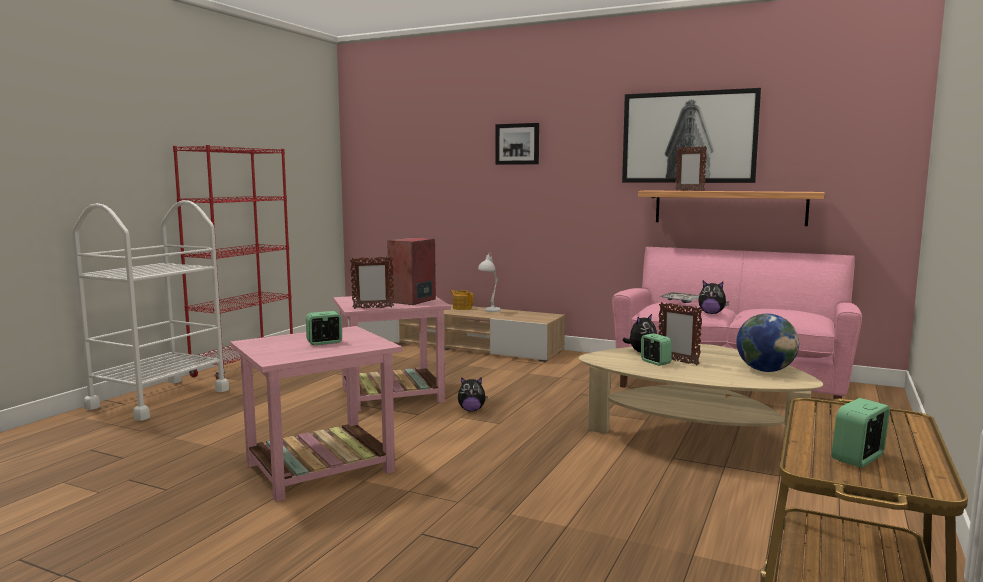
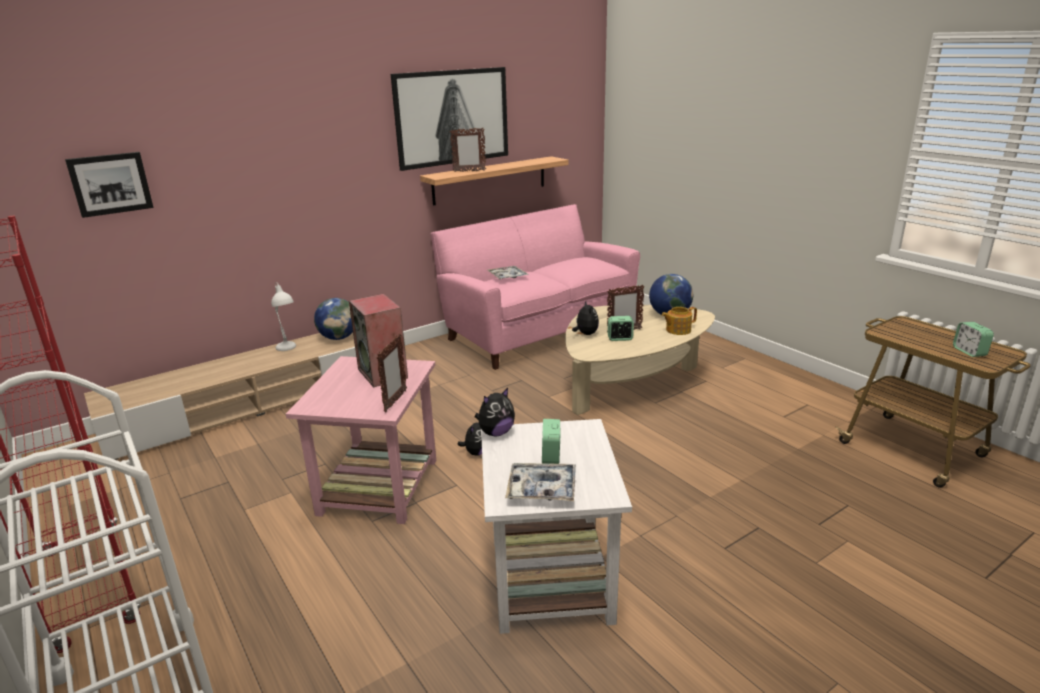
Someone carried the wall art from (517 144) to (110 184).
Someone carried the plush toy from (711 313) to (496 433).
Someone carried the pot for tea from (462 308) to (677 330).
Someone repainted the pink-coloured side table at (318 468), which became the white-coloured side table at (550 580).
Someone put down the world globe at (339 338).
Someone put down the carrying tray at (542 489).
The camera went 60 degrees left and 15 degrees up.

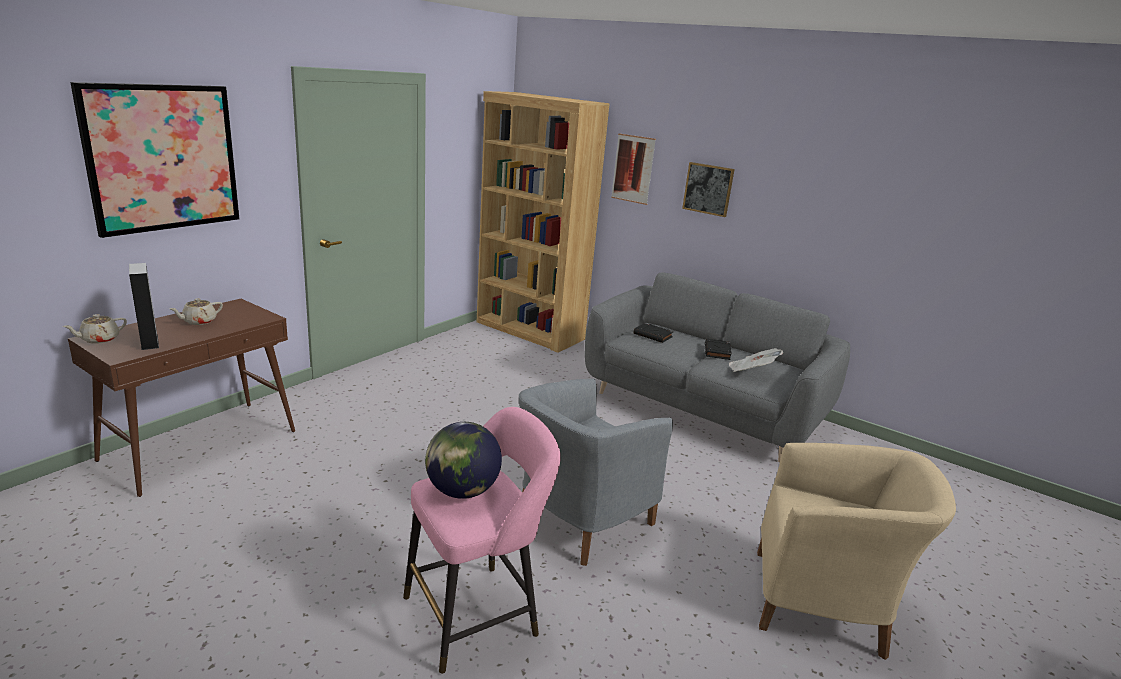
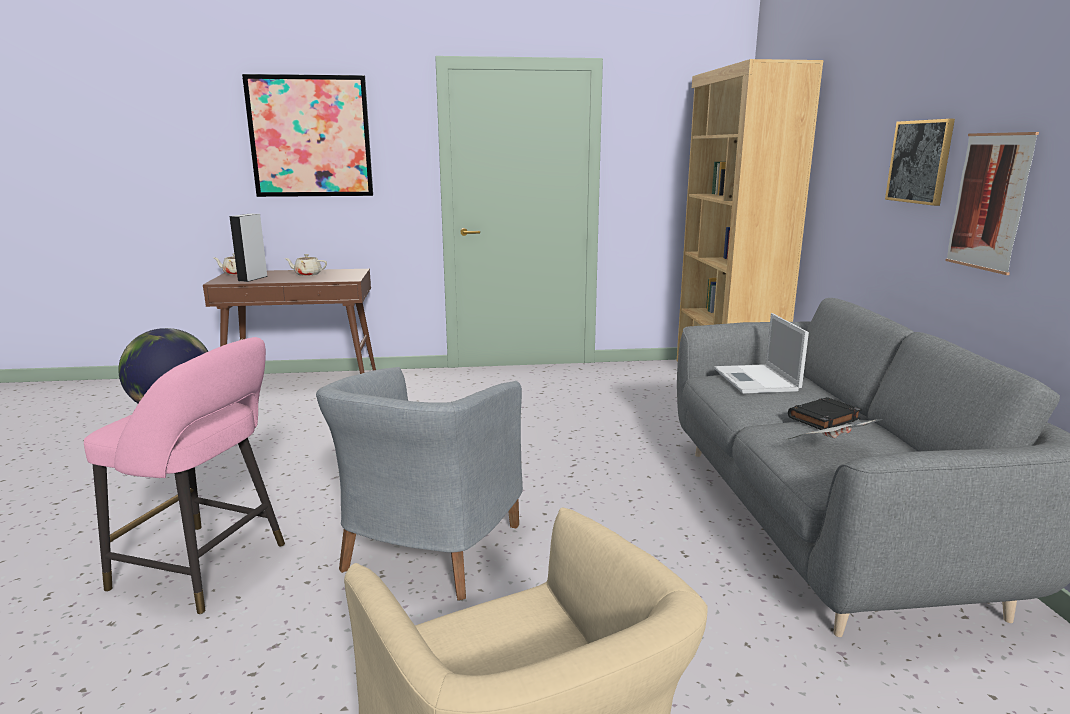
Someone carried the wall art from (633 169) to (989 202).
Someone swapped the black volume at (653 335) for the notebook computer at (757 380).
Someone rotated the gray easy chair at (579 520) by 75 degrees counterclockwise.
The camera went 50 degrees right and 5 degrees down.

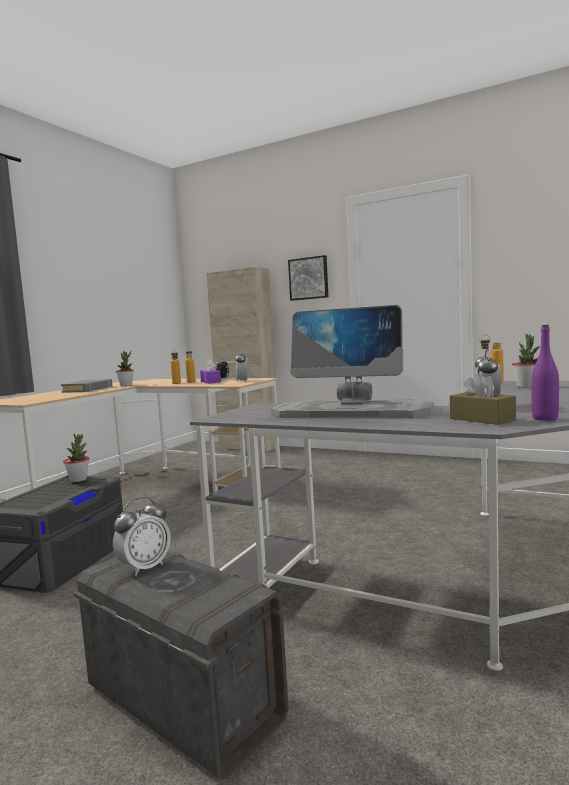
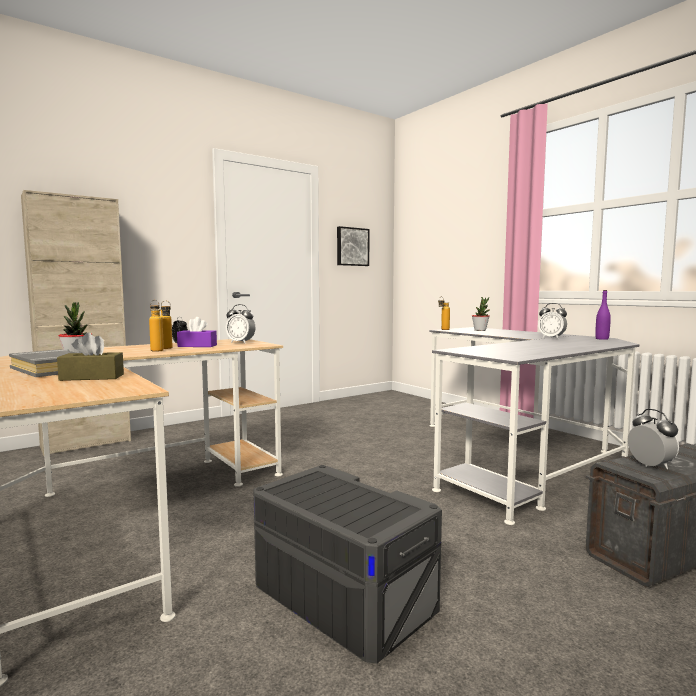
Someone carried the wall art from (309 278) to (352 247).
Someone took away the computer display at (352 412).
Someone carried the brown-coloured box of tissues from (482 419) to (92 377).
Someone took away the houseplant at (78 480).
The camera went 65 degrees left and 0 degrees up.

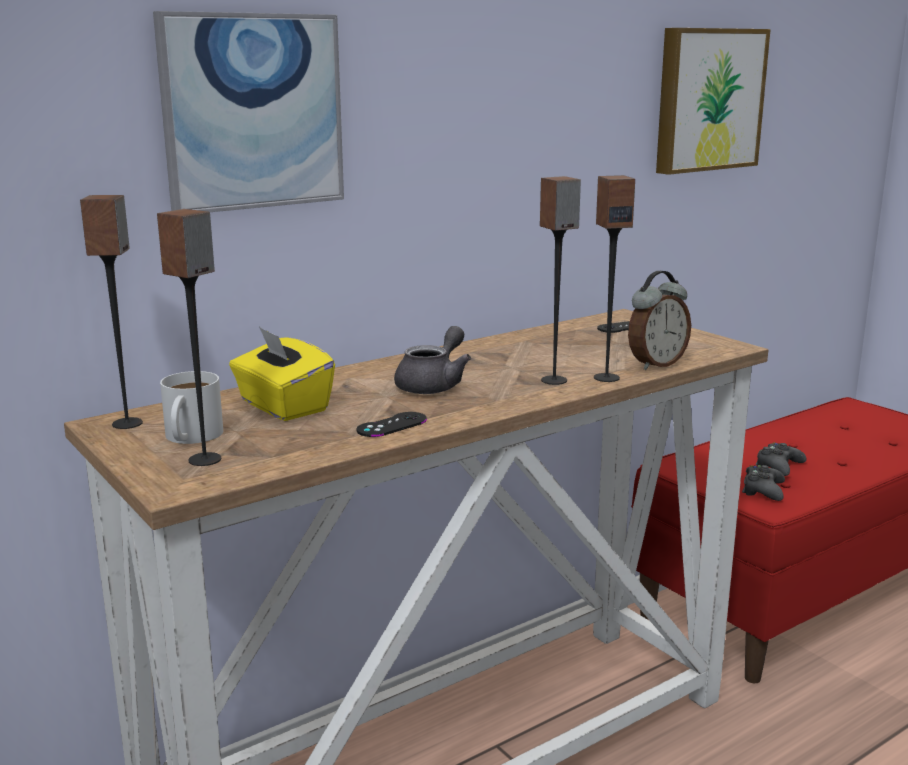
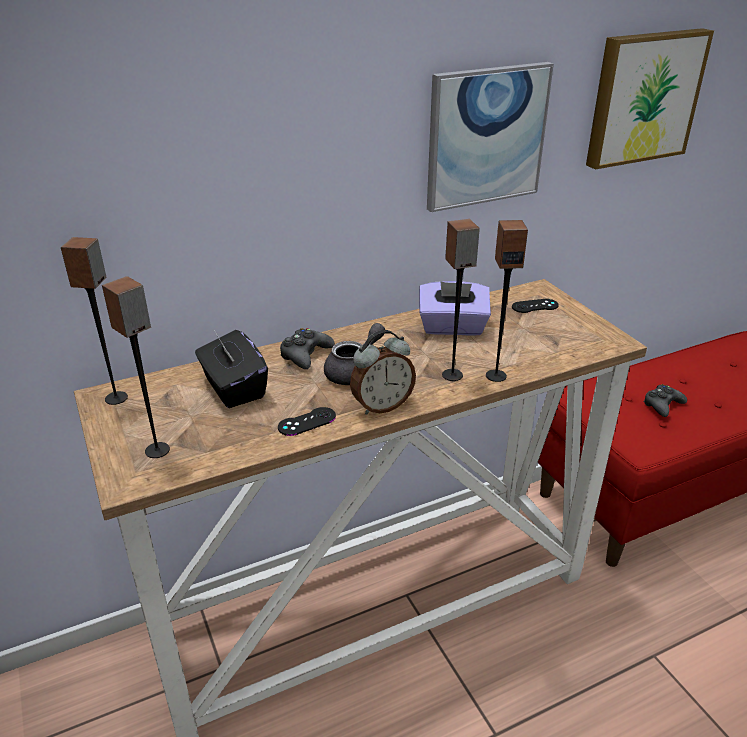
Someone carried the wall art from (252 112) to (486 136).
Someone carried the table clock from (655 364) to (381 405).
Someone repainted the yellow box of tissues at (282 406), which became the black box of tissues at (233 388).
Someone took away the white-coloured coffee mug at (190 437).
Someone carried the black joypad from (763 490) to (305 355).
Someone put down the purple box of tissues at (452 327).
The camera went 10 degrees right and 15 degrees up.

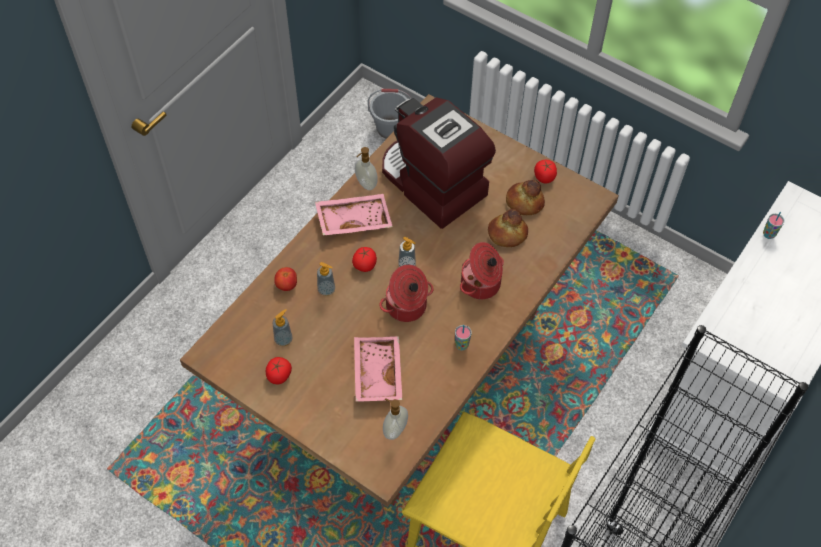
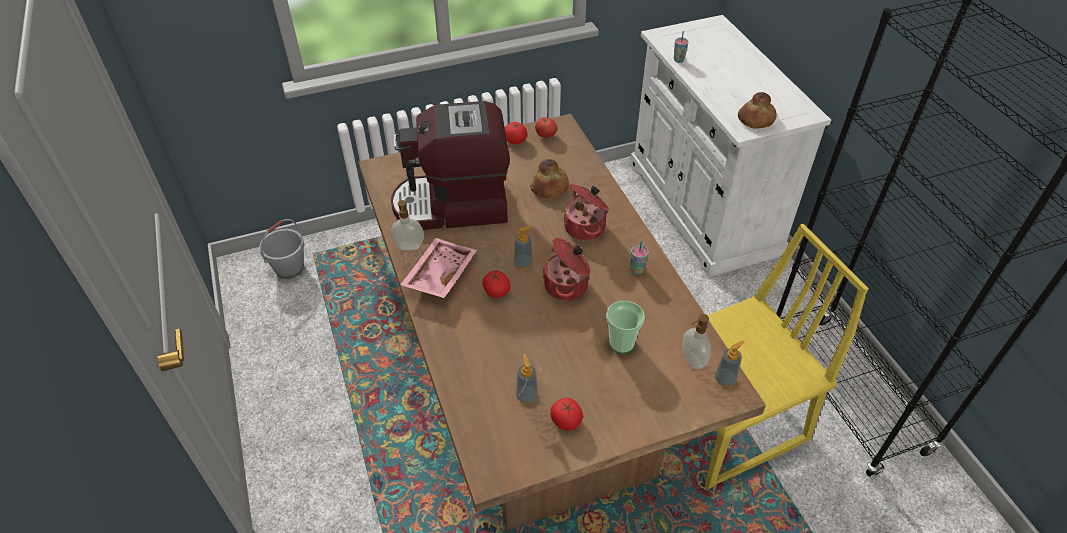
Someone carried the bread from (524 202) to (756 120).
Someone carried the soap bottle from (326 290) to (725 379).
Someone carried the fresh tomato from (286 285) to (545 136).
Someone swapped the pink-coloured carrying tray at (376 373) for the drinking cup at (621 343).
The camera went 55 degrees left and 10 degrees down.

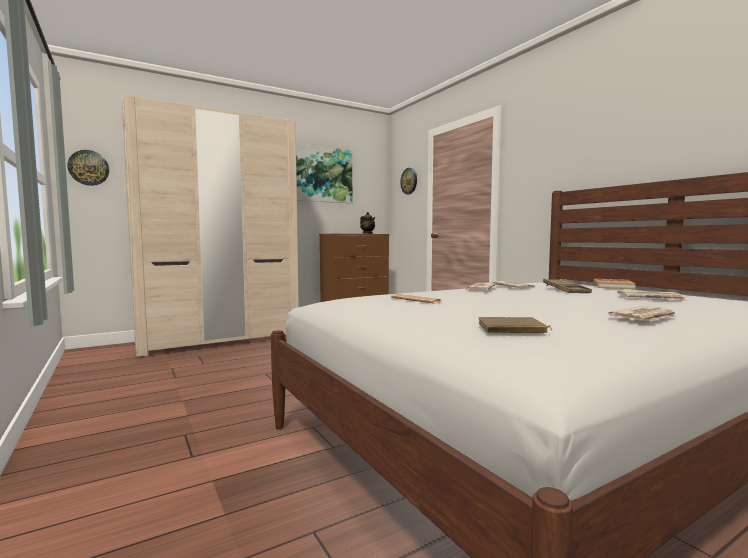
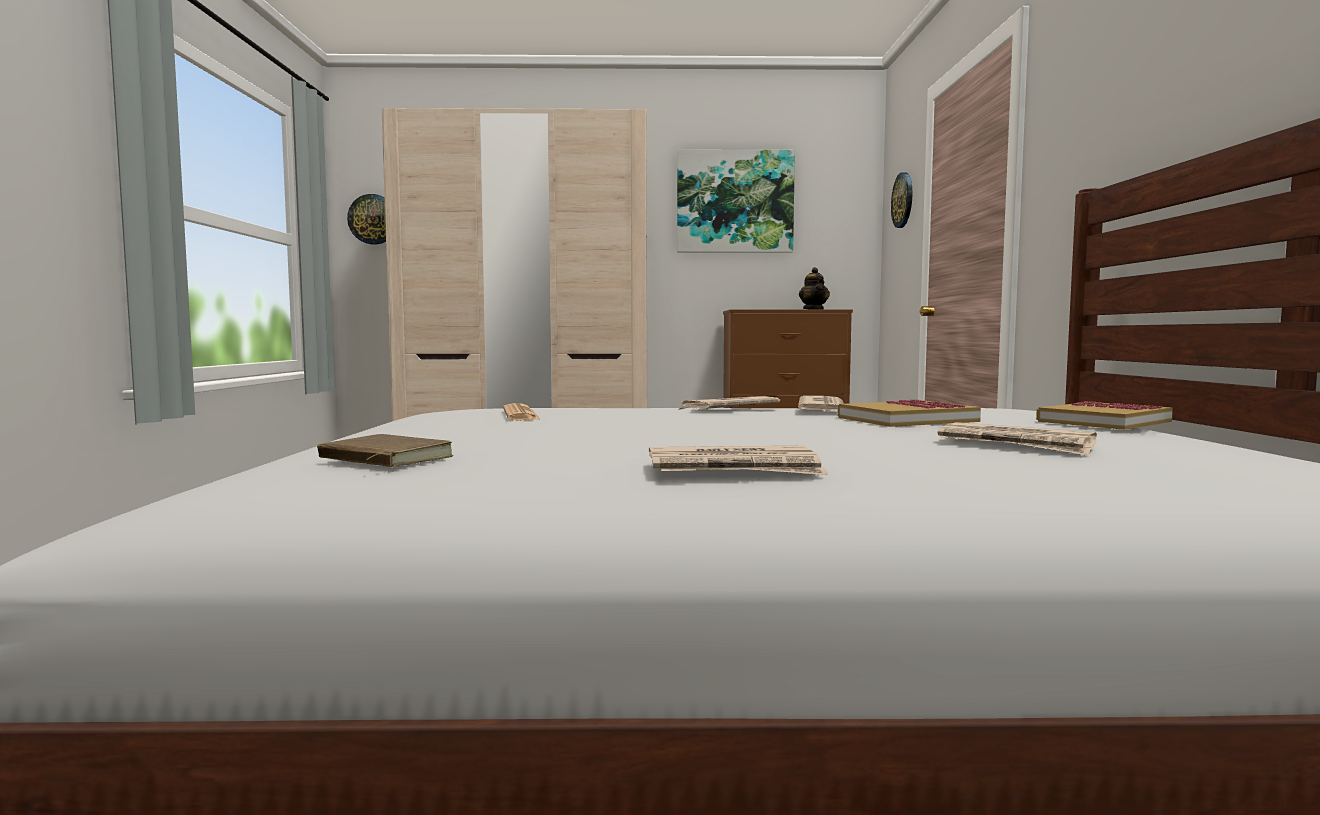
Someone swapped the brown-coloured carrying tray at (565 290) for the volume at (907 419).
The camera went 30 degrees right and 0 degrees up.

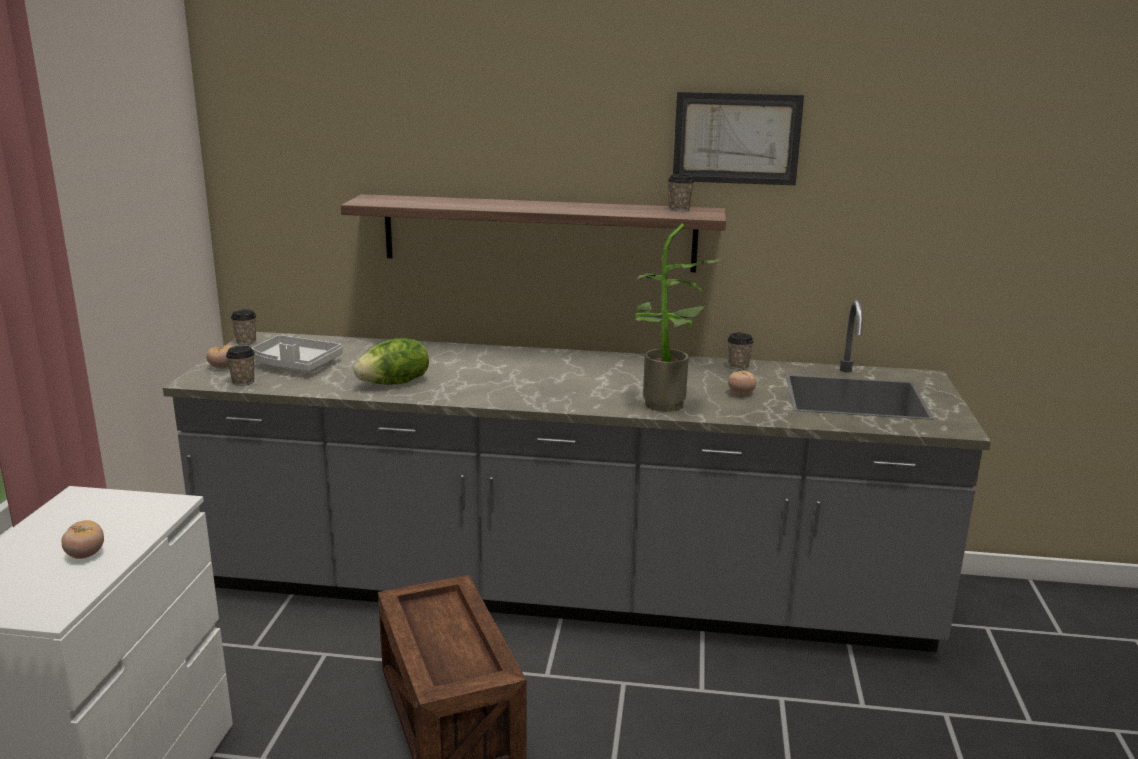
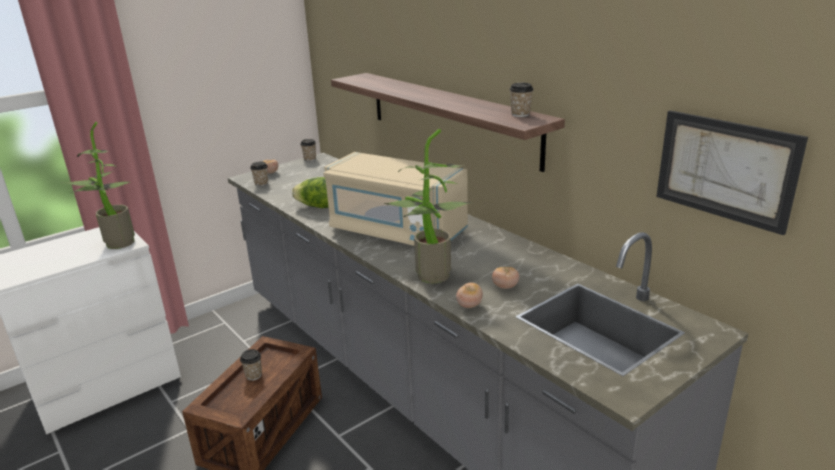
Someone carried the wall art from (736 138) to (725 169).
Someone carried the drinking cup from (738 366) to (253 375).
Someone took away the gray carrying tray at (295 365).
Someone carried the fresh tomato from (85 555) to (469 305).
Someone put down the houseplant at (115 244).
Someone put down the sand-coloured kitchen microwave at (395 231).
The camera went 45 degrees right and 5 degrees up.

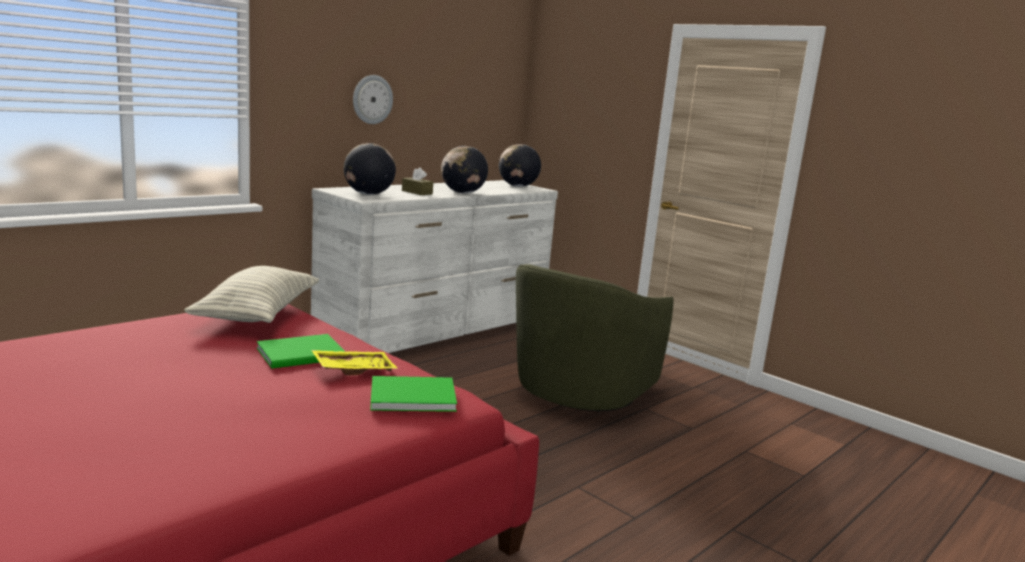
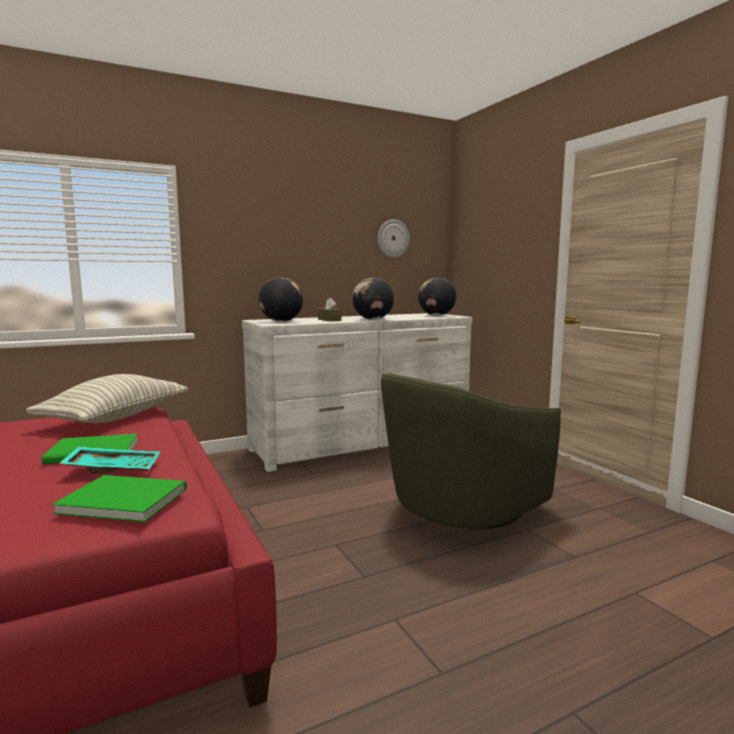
Someone carried the wall clock from (372 99) to (393 238).
Someone repainted the yellow carrying tray at (353 369), which became the turquoise-coloured carrying tray at (114 468).
The camera went 20 degrees right and 5 degrees down.

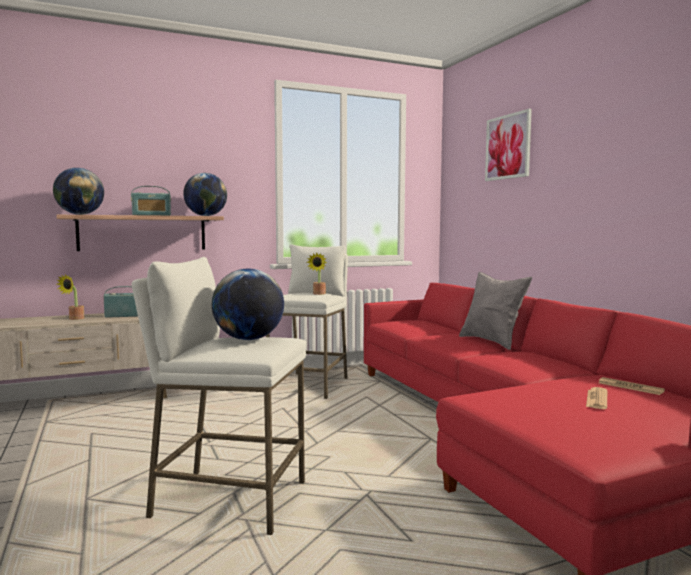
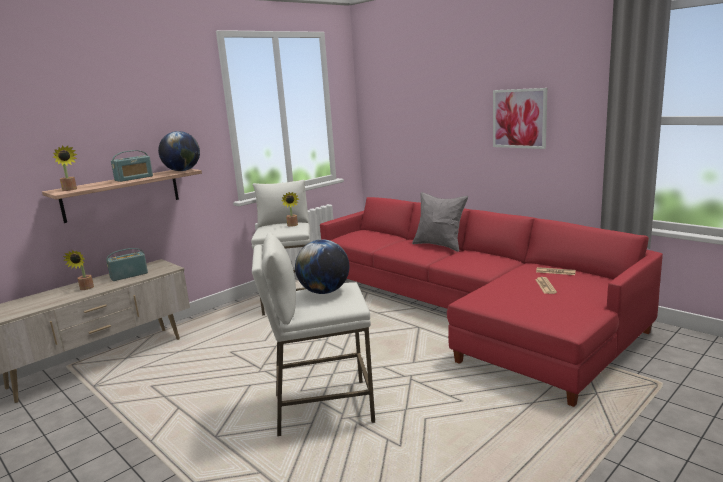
Someone carried the wall art from (508 147) to (519 118).
Someone swapped the world globe at (80 214) for the houseplant at (70 190).
The camera went 20 degrees left and 10 degrees up.

